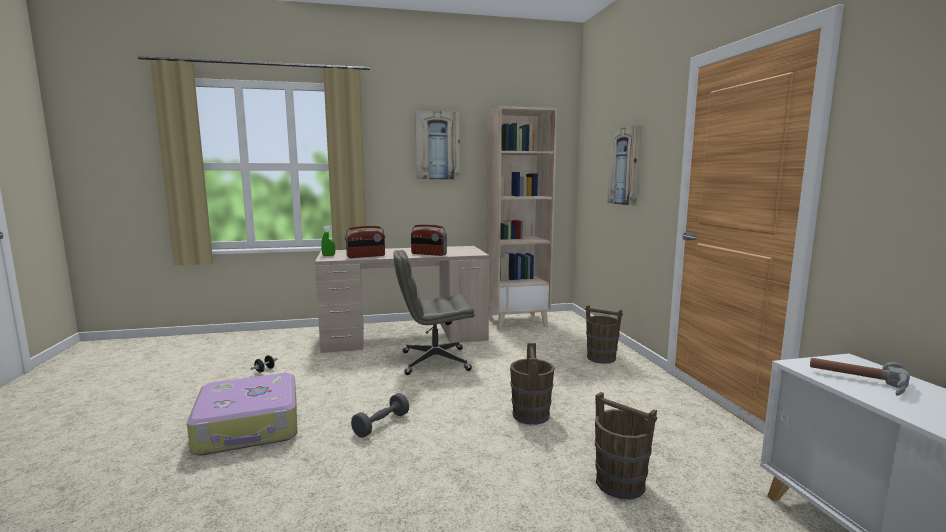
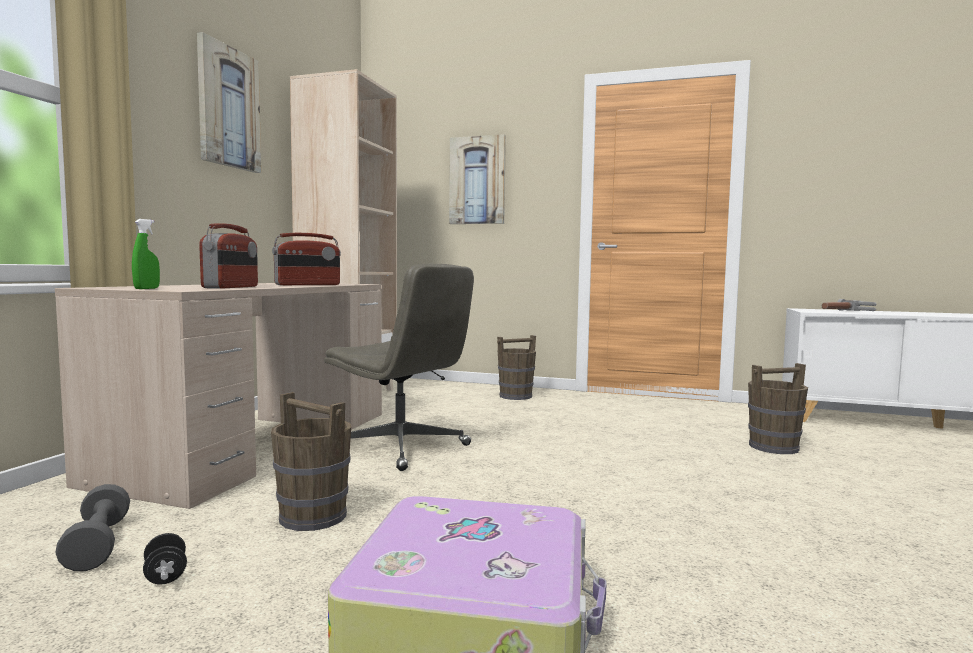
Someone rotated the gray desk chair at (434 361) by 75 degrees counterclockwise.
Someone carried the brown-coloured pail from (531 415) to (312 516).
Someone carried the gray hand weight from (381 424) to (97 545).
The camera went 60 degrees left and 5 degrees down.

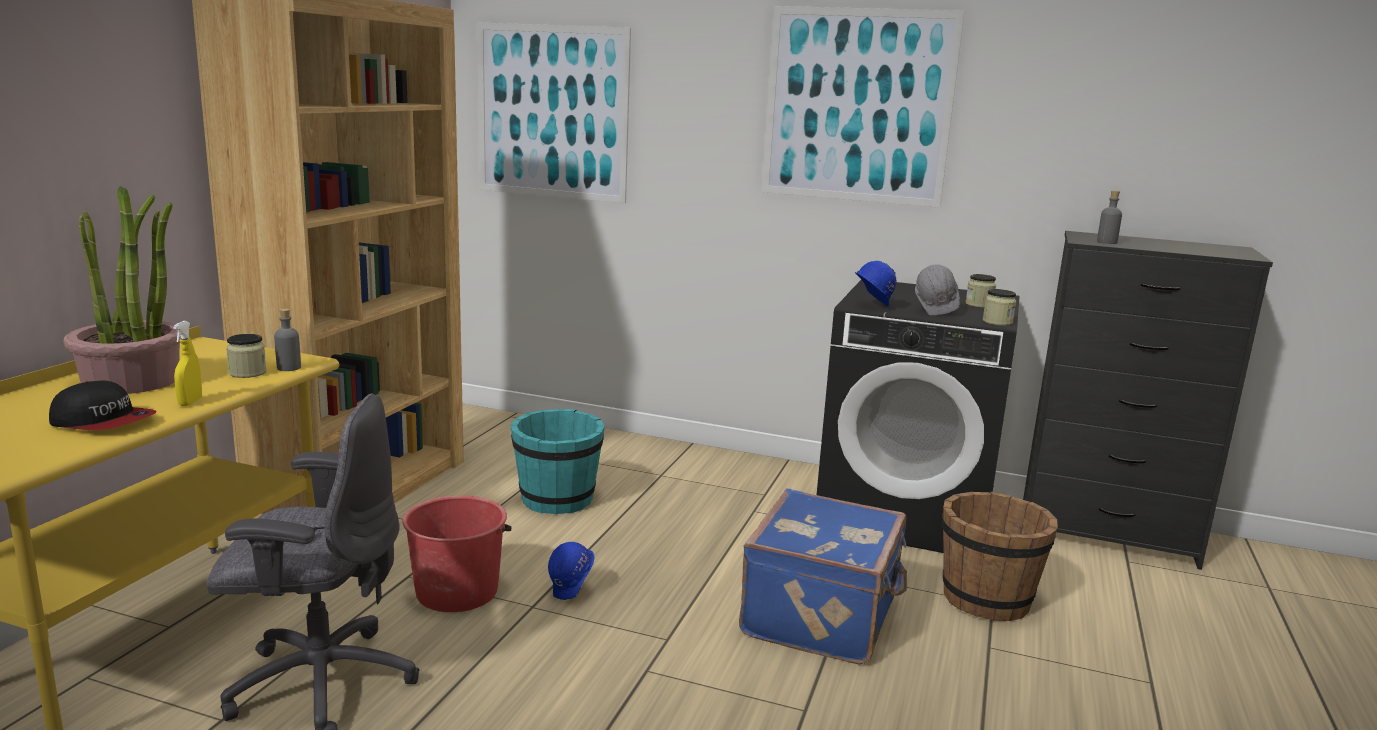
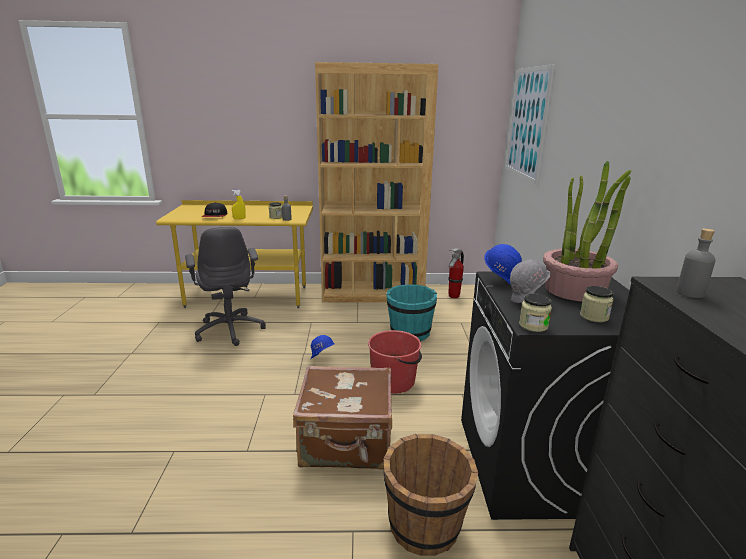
Someone took away the wall art at (857 106).
Someone carried the houseplant from (132 380) to (575 290).
Someone repainted the blue-coloured travel case at (823 617), which became the brown-coloured travel case at (347 443).
Someone carried the reddish pail from (457 591) to (394 381).
Someone put down the extinguisher at (453 296).
The camera went 70 degrees right and 5 degrees up.

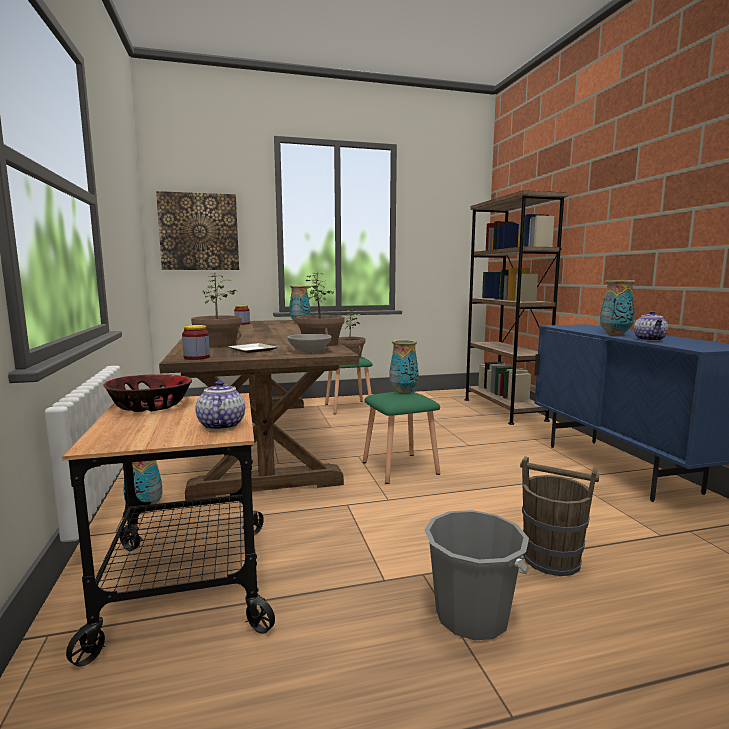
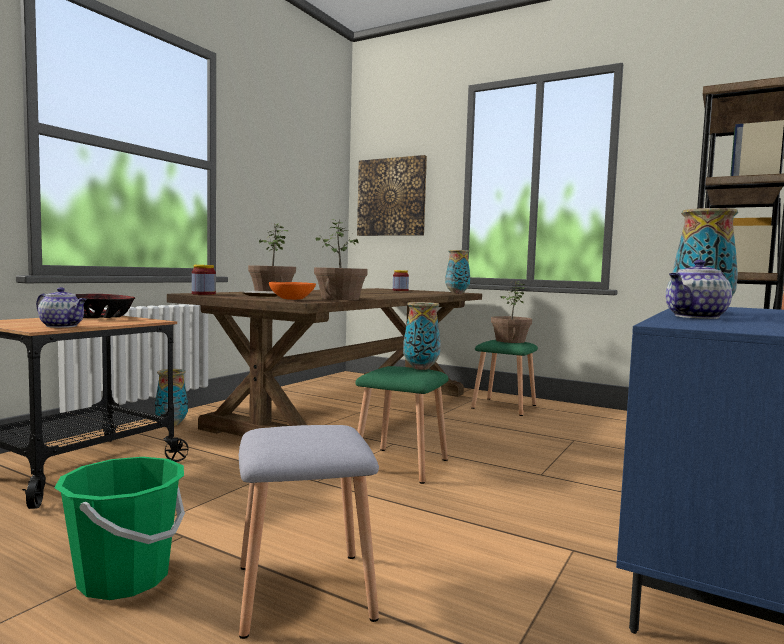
Someone repainted the gray serving bowl at (309 351), which became the orange-coloured serving bowl at (292 299).
Someone rotated the pot for tea at (221 425) by 75 degrees clockwise.
Someone swapped the brown-coloured pail at (552 560) for the gray sitting stool at (301 592).
Someone repainted the gray pail at (472 616), which became the greenish pail at (124 578).
The camera went 45 degrees right and 5 degrees down.

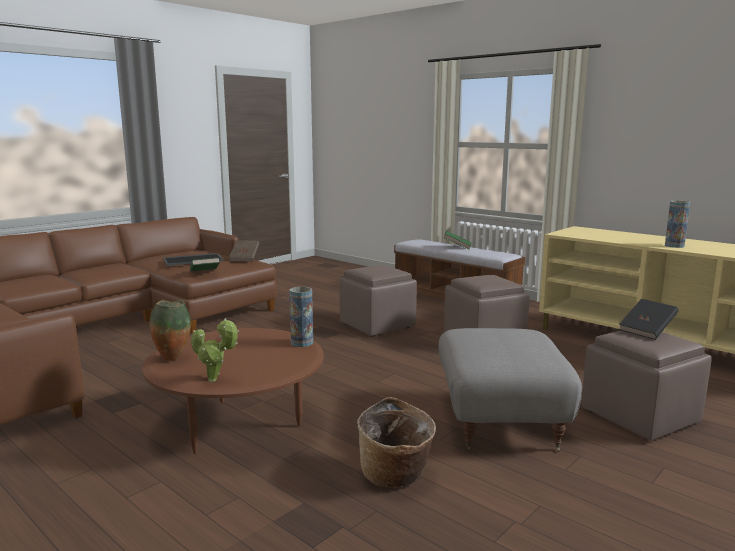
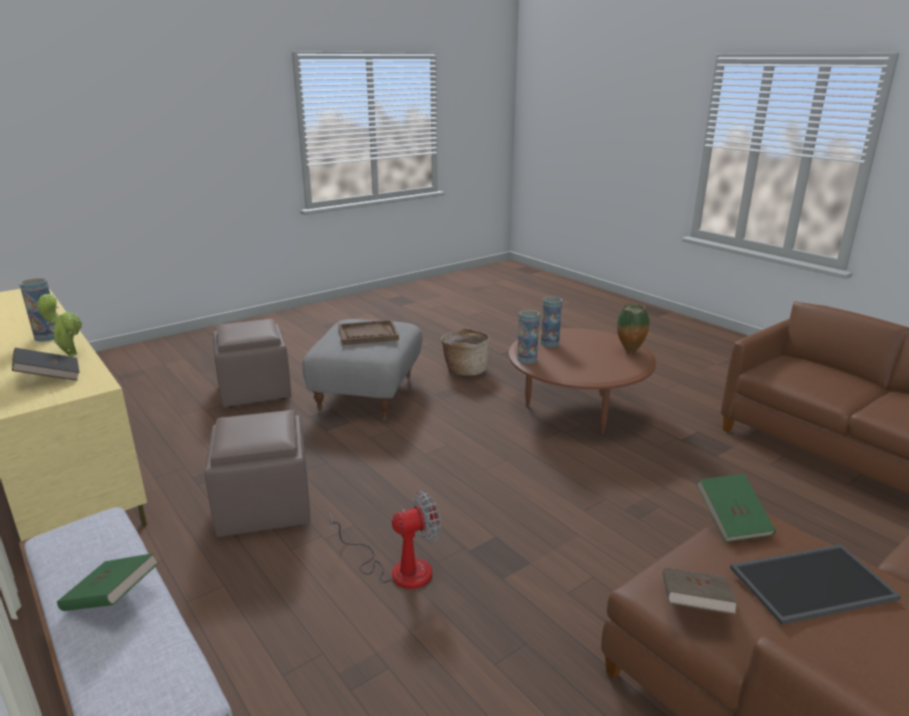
Someone swapped the brown-coloured footrest at (378 325) for the electric fan at (398 569).
Someone carried the black volume from (647 330) to (49 377).
Someone carried the houseplant from (215 380) to (70 354).
Someone put down the flower vase at (549 343).
Someone put down the brown-coloured carrying tray at (368 334).
The camera went 170 degrees left and 10 degrees up.

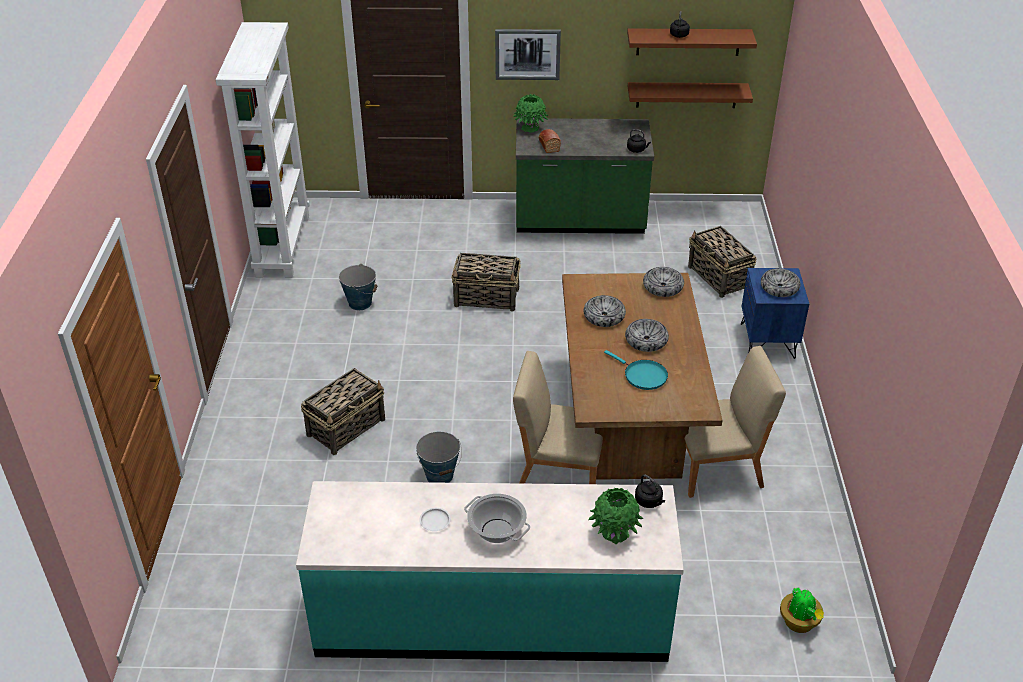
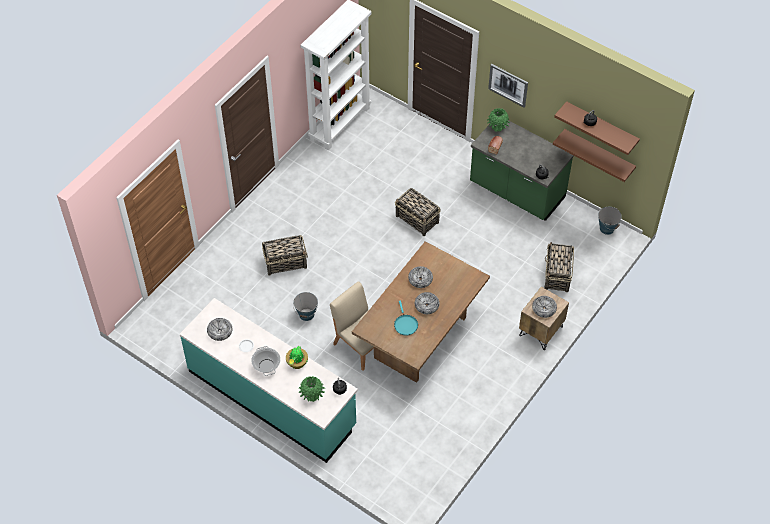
Someone carried the pail from (360 303) to (607 228).
Someone carried the serving bowl from (663 287) to (220 331).
Someone repainted the blue-coloured nightstand at (768 341), which became the brown-coloured nightstand at (541 331).
Someone took away the sand-coloured upright chair at (717 468).
Someone carried the houseplant from (799 623) to (297 363).
The camera went 35 degrees right and 15 degrees up.

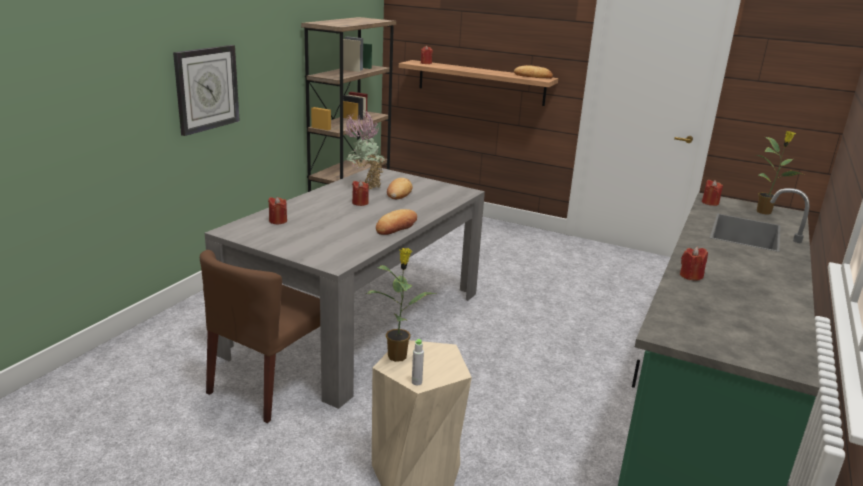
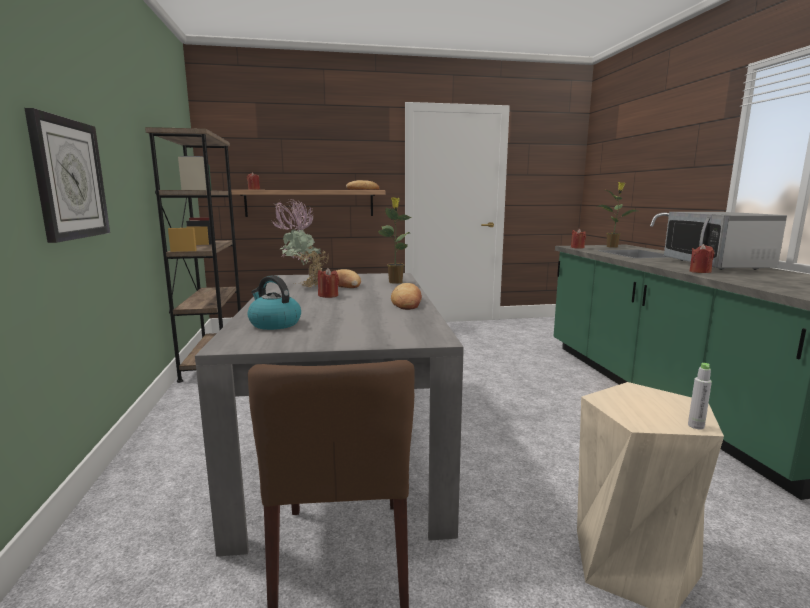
Someone swapped the reddish wax light at (278 221) for the kettle at (274 324).
Someone carried the houseplant from (398 355) to (395 282).
Someone put down the kitchen microwave at (716 265).
The camera went 35 degrees left and 10 degrees down.

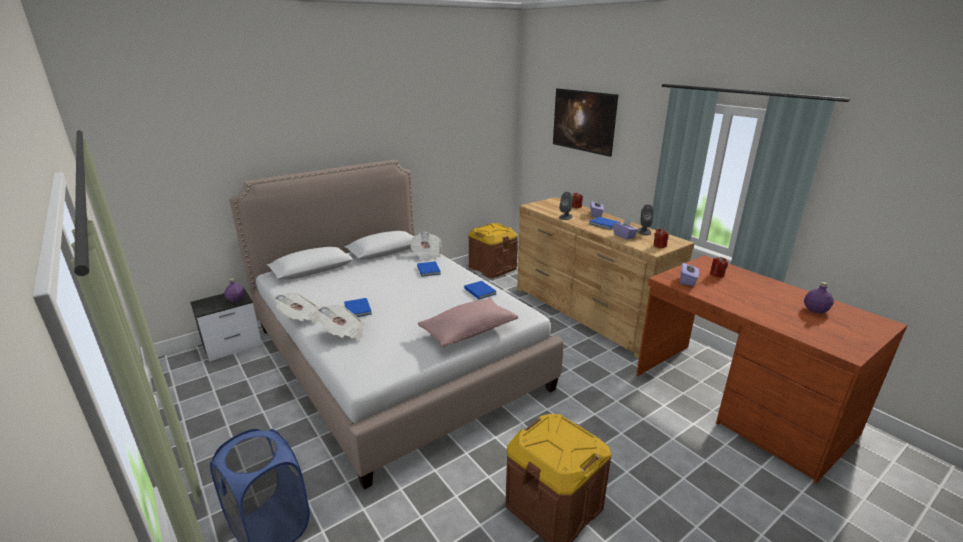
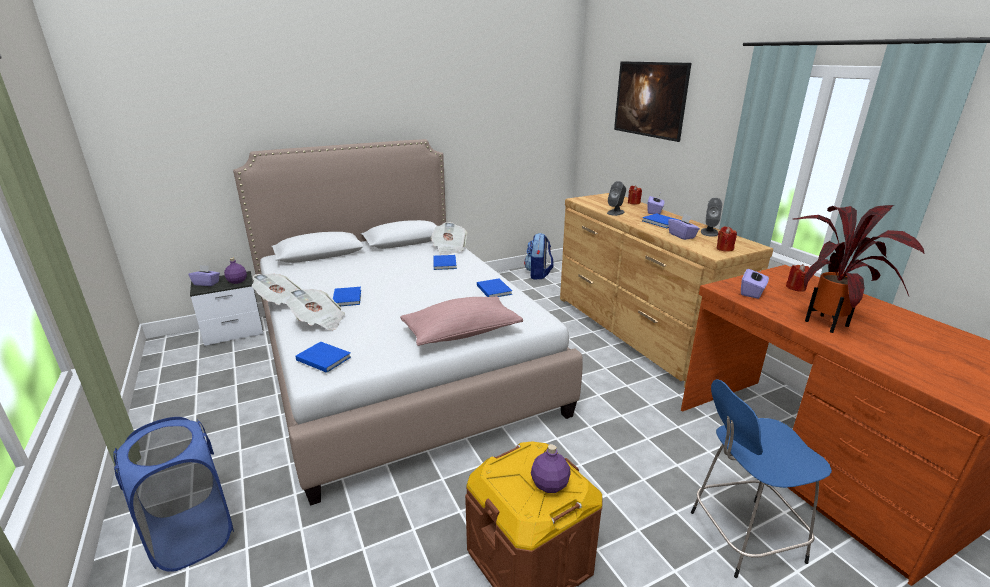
Someone swapped the brown-coloured storage bin at (492 268) for the knapsack at (538 274).
Someone carried the purple beverage bottle from (815 310) to (549 484).
Someone put down the houseplant at (831 323).
Someone put down the purple box of tissues at (206 283).
Someone put down the blue-coloured volume at (323 358).
Someone put down the blue-coloured sitting stool at (742 537).
The camera went 10 degrees right and 0 degrees up.

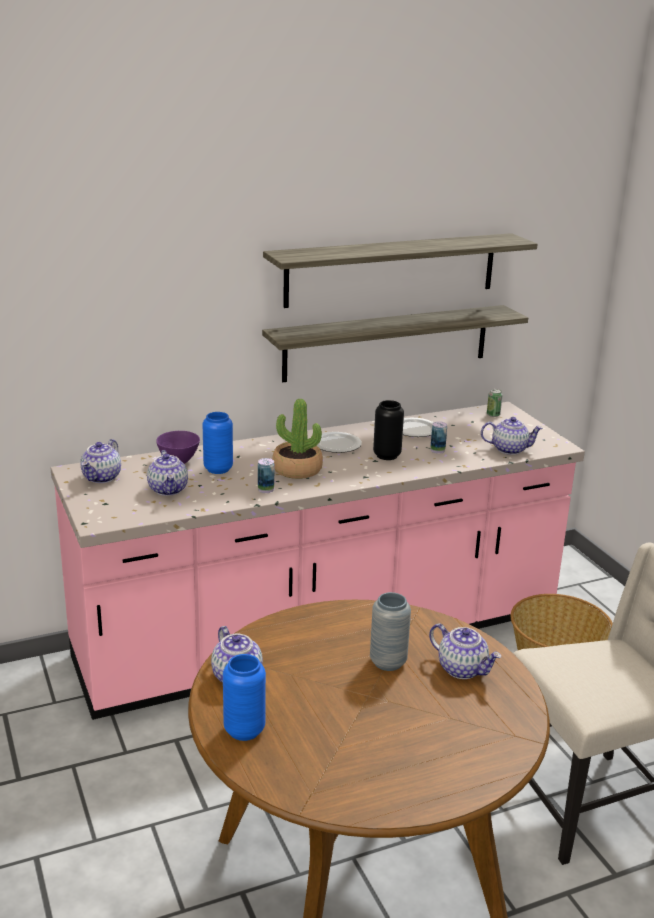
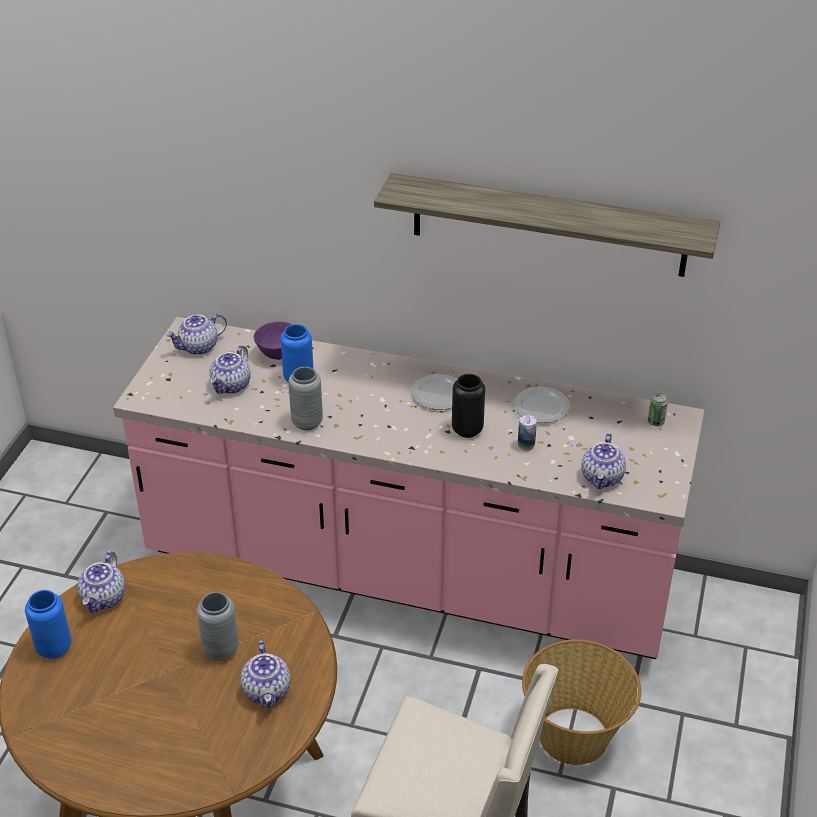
Someone took away the wall shelf at (387 343).
Someone took away the houseplant at (297 470).
Someone rotated the pot for tea at (509 449) by 60 degrees clockwise.
Someone swapped the sealed can at (266 489) for the gray flower vase at (307 422).
The camera went 40 degrees right and 15 degrees up.

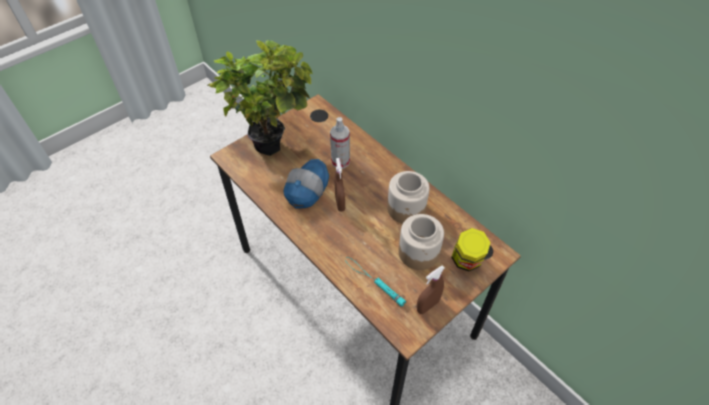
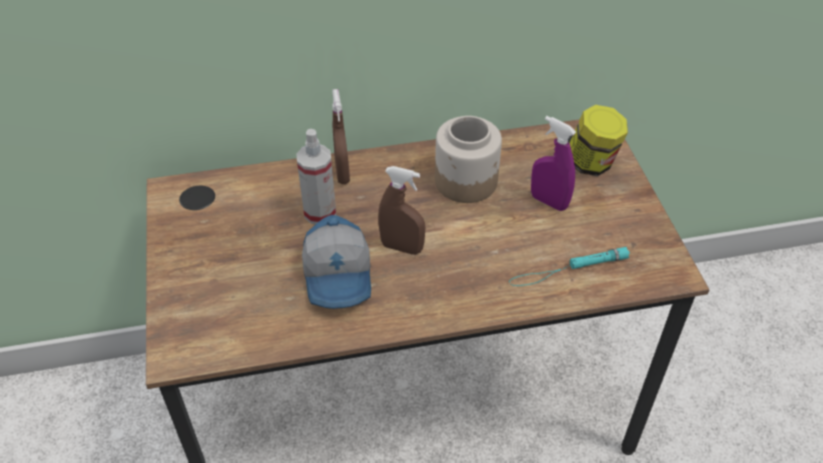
Someone took away the houseplant at (273 141).
Someone rotated the peaked cap at (306 188) by 150 degrees counterclockwise.
Someone swapped the preserve jar at (419 252) for the purple spray bottle at (549 202).
Someone carried the brown-coloured spray bottle from (427 305) to (342 173).
The camera went 60 degrees left and 5 degrees down.

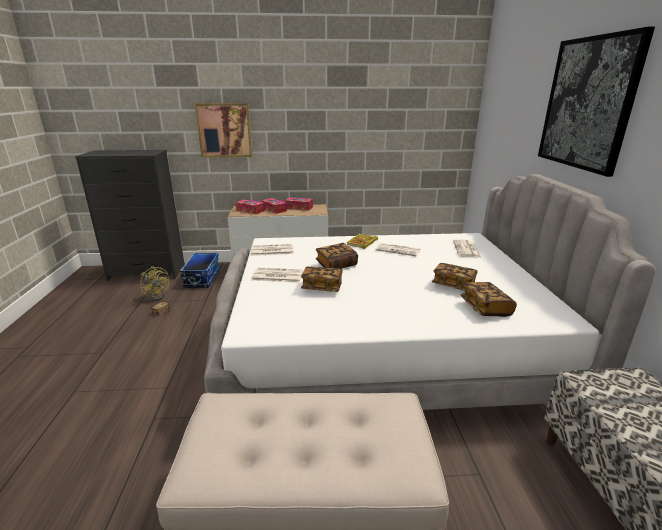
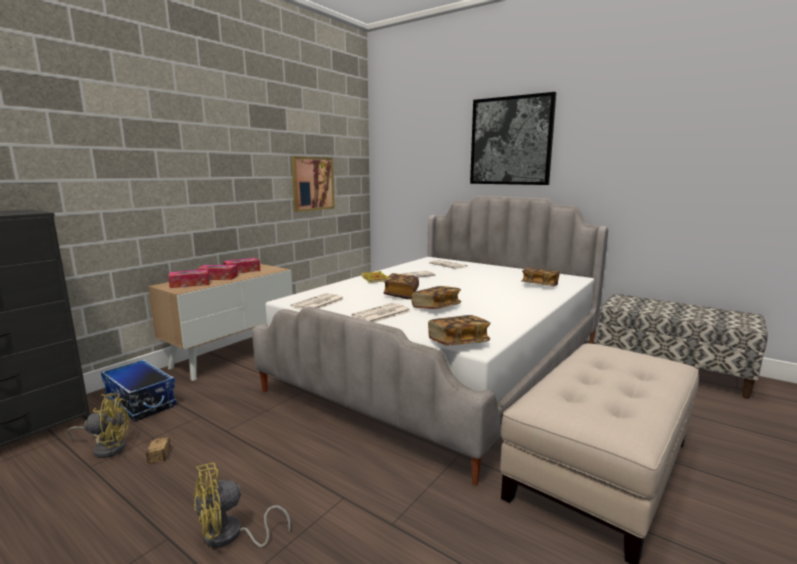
Someone carried the wall art from (224 130) to (312 183).
Someone carried the volume from (453 285) to (458 342).
Someone put down the yellow electric fan at (230 536).
The camera went 50 degrees left and 10 degrees down.

